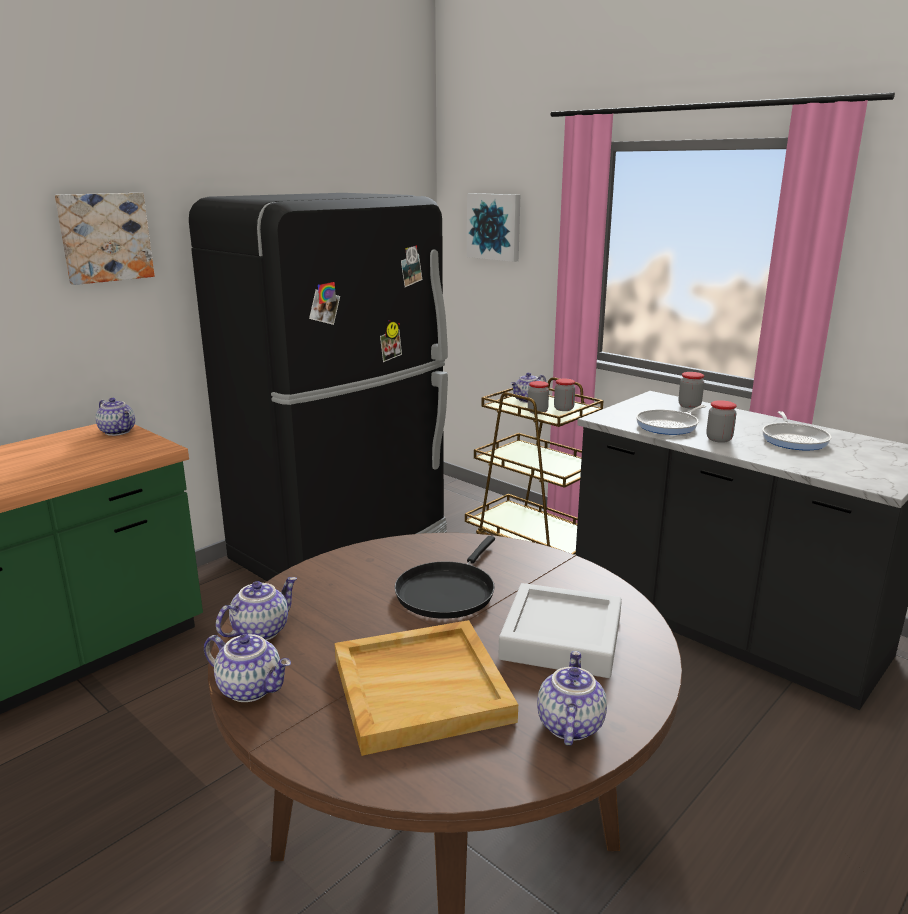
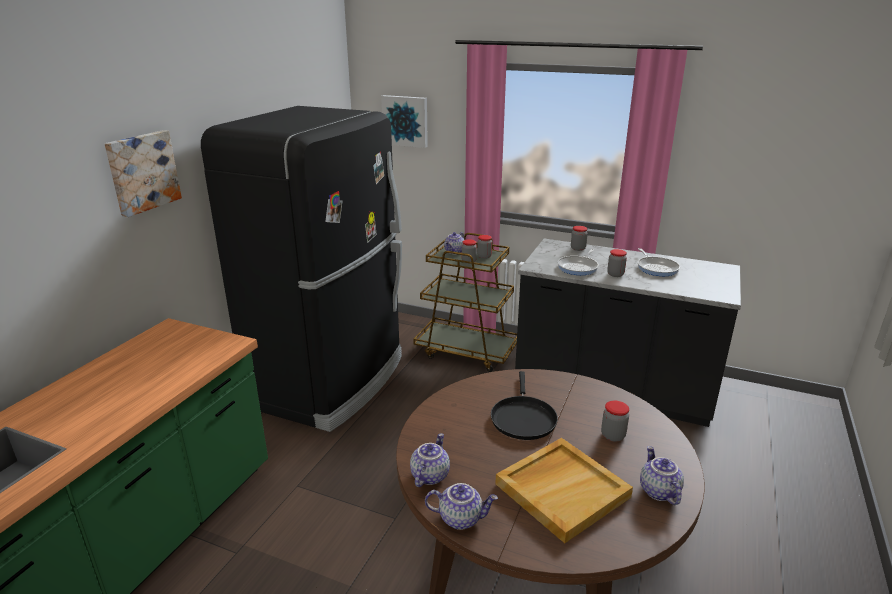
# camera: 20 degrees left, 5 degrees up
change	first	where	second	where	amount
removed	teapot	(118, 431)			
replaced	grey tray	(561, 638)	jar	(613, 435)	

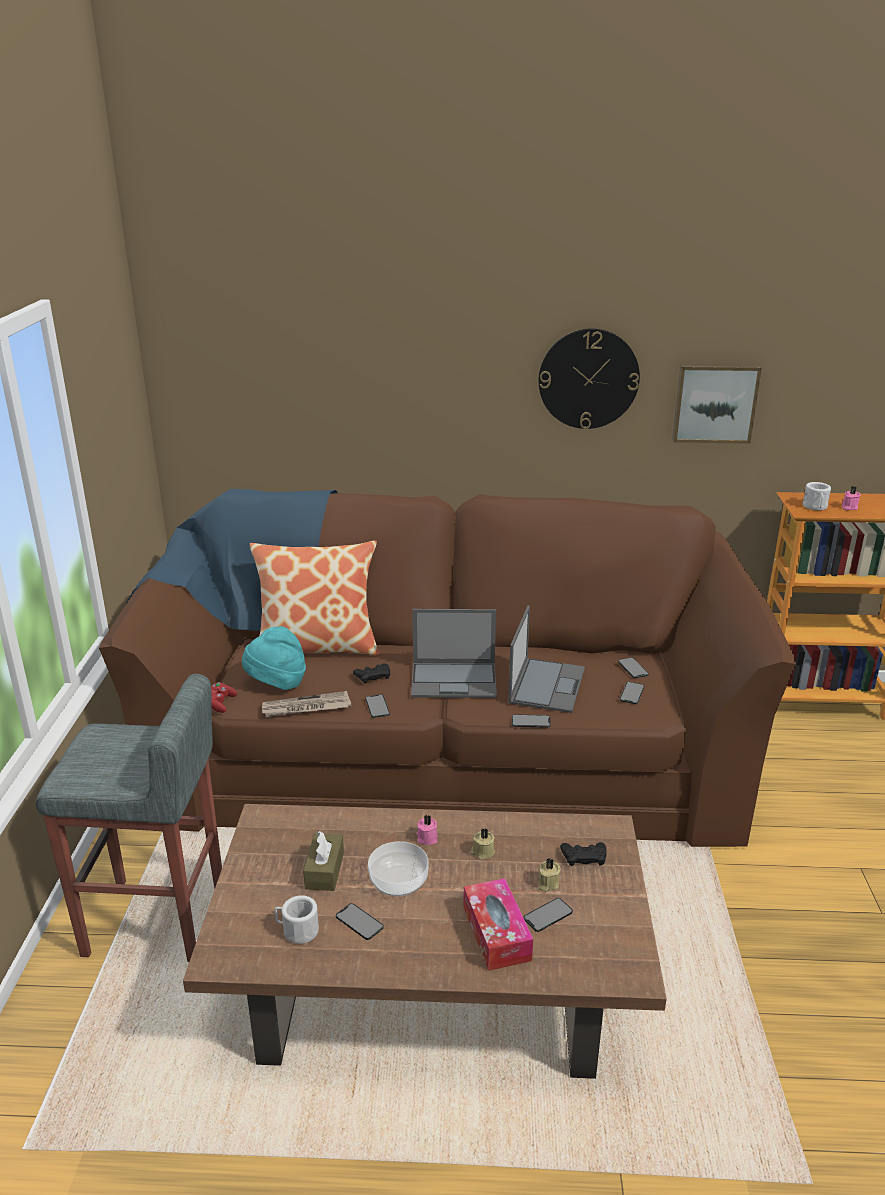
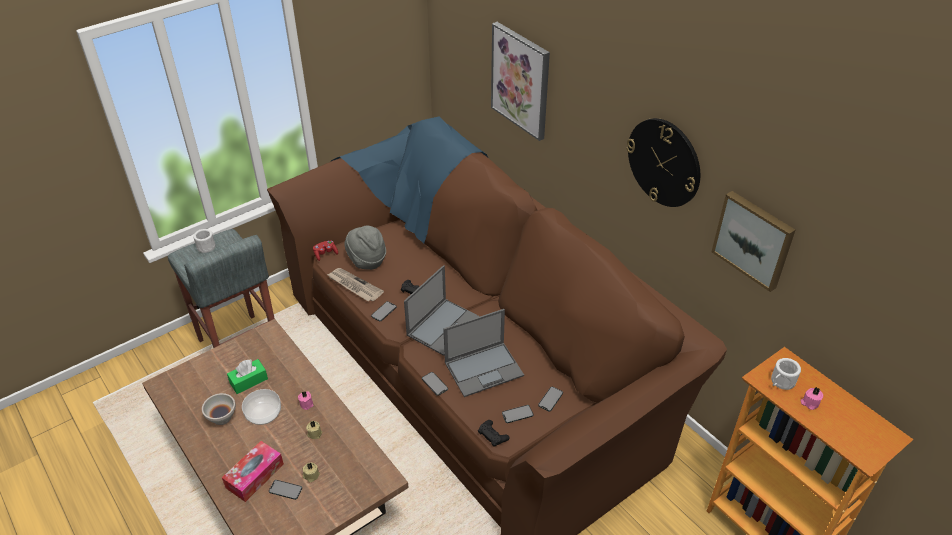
# camera: 50 degrees right, 15 degrees up
change	first	where	second	where	amount
removed	pillow	(317, 646)			
added			picture	(521, 80)	
moved	white mug	(297, 930)		(205, 245)	
moved	black game controller	(584, 856)		(493, 435)	
replaced	phone	(359, 922)	white bowl	(222, 417)	
recoloured	turquoise hat	(276, 684)	grey hat	(366, 260)	
recoloured	brown tissue box	(324, 870)	green tissue box	(248, 381)	
turned	laptop	(455, 680)		(444, 326)	105 degrees counterclockwise

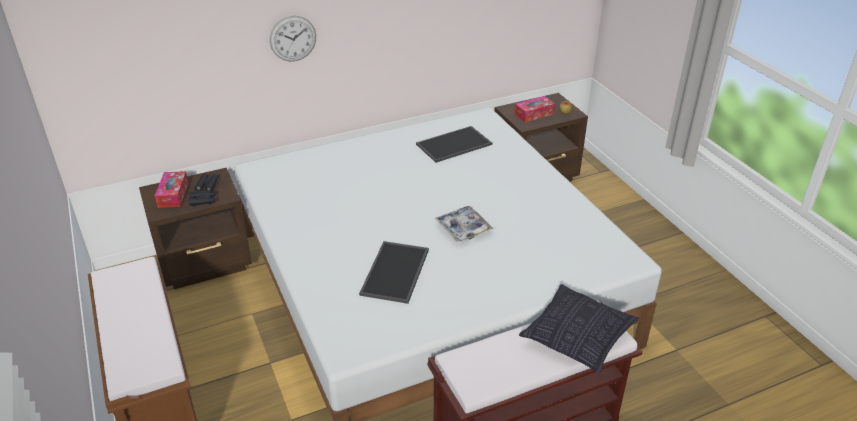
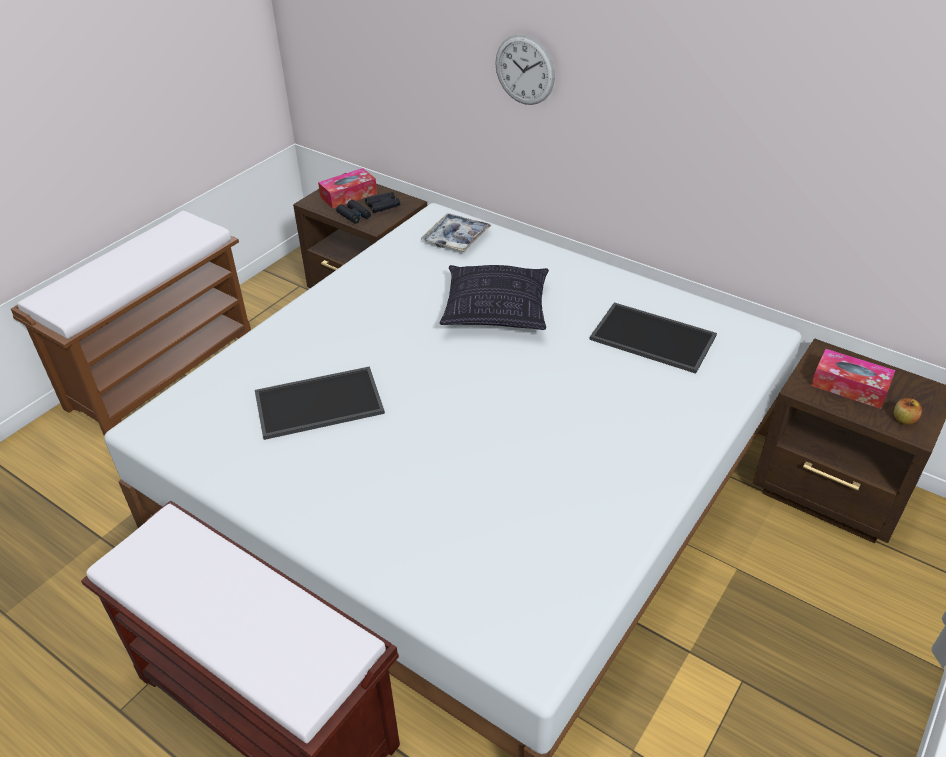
# camera: 60 degrees right, 5 degrees up
change	first	where	second	where	amount
moved	tray	(463, 228)		(456, 238)	
moved	pillow	(577, 338)		(495, 311)	

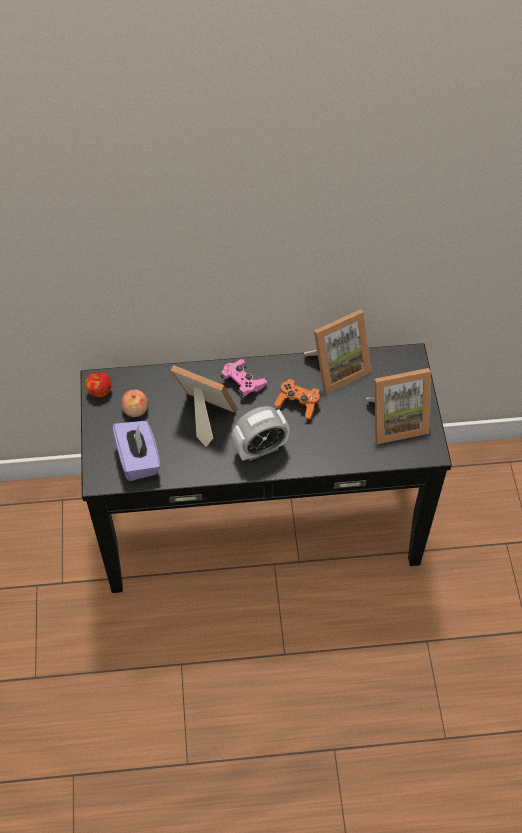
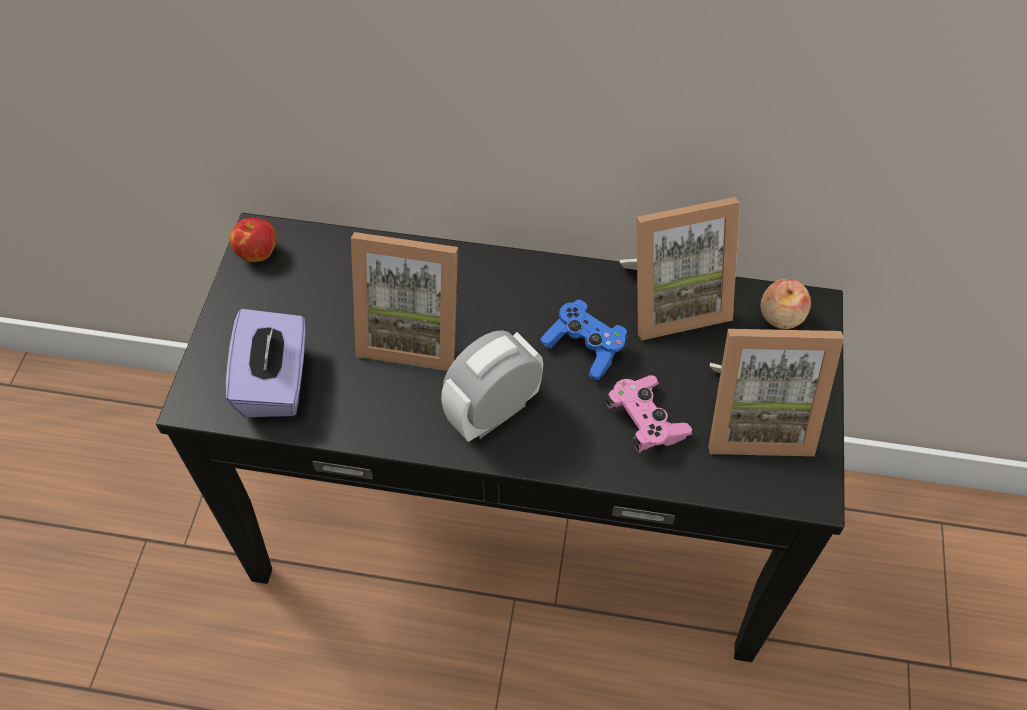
# camera: 15 degrees right, 0 degrees up
change	first	where	second	where	amount
moved	apple	(135, 409)		(781, 315)	
moved	pink game controller	(243, 382)		(645, 421)	
recoloured	orange game controller	(297, 403)	blue game controller	(585, 347)	
turned	picture frame	(203, 416)		(413, 332)	150 degrees clockwise
turned	alarm clock	(260, 449)		(494, 413)	150 degrees clockwise

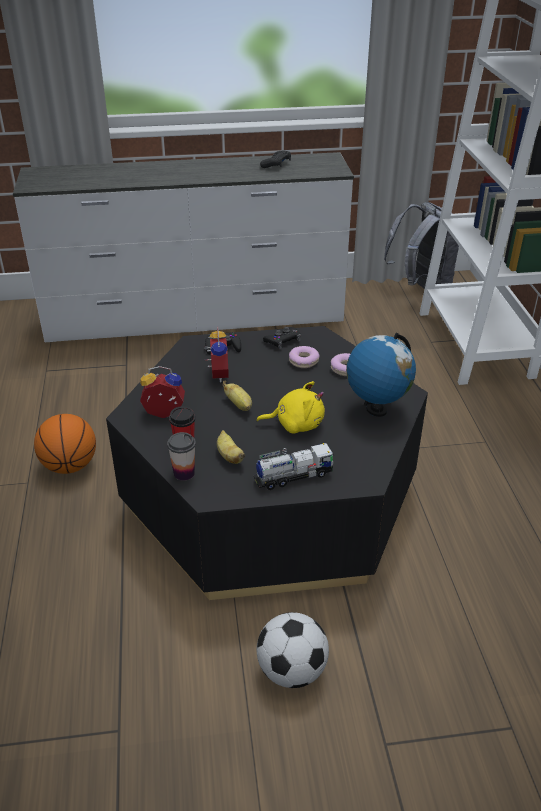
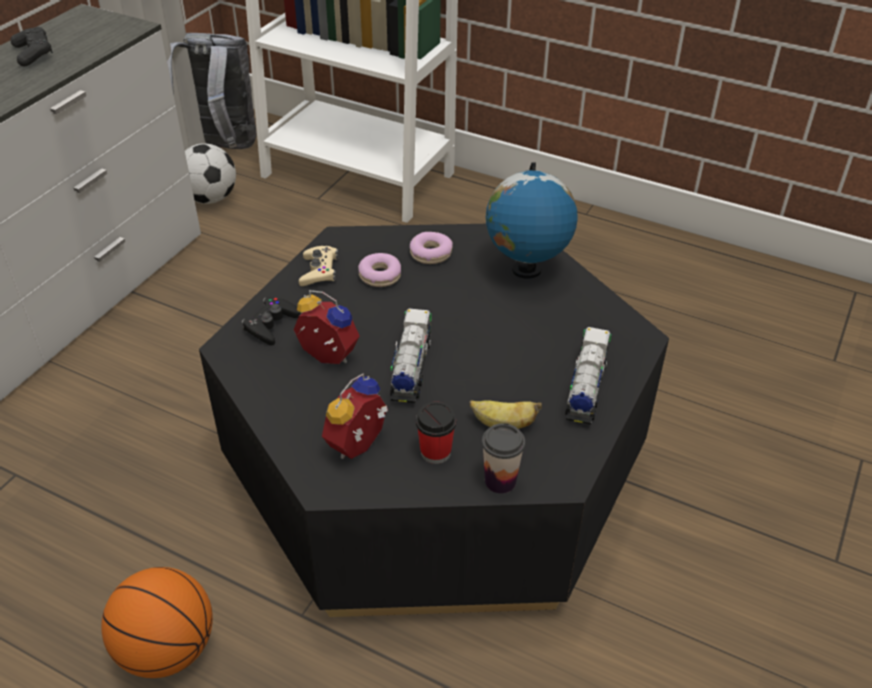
# camera: 55 degrees left, 5 degrees up
change	first	where	second	where	amount
removed	yellow plush toy	(296, 424)			
moved	football	(292, 670)		(210, 198)	
replaced	banana	(239, 405)	toy truck	(411, 369)	
recoloured	black game controller	(283, 341)	beige game controller	(319, 271)	

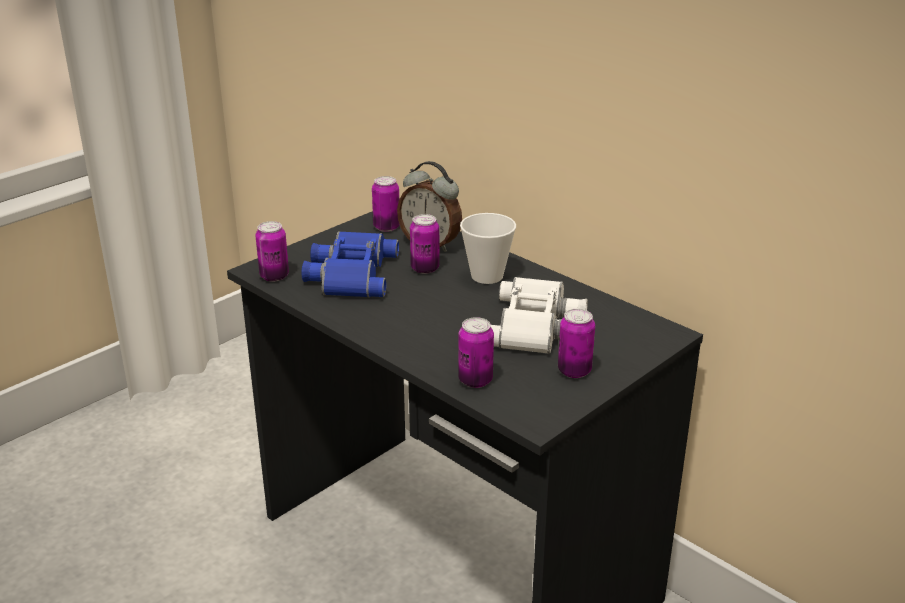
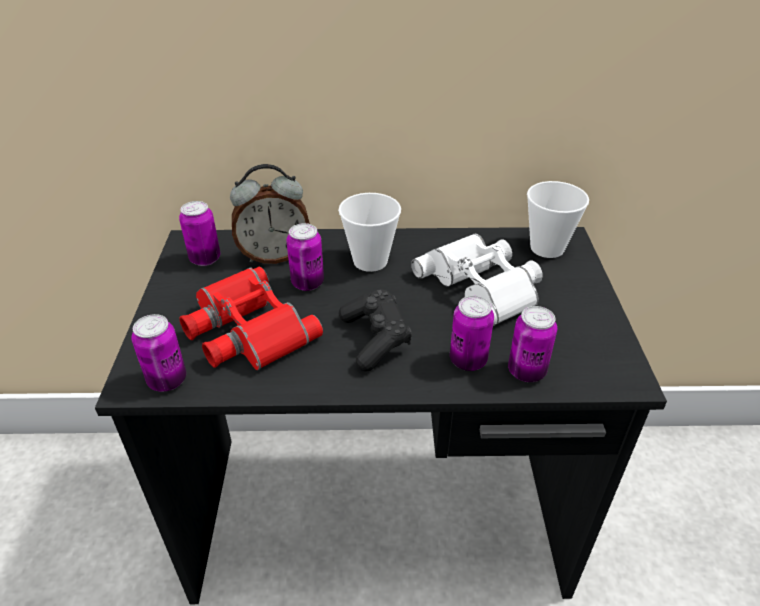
# camera: 45 degrees left, 10 degrees up
change	first	where	second	where	amount
added			black game controller	(375, 339)	
added			cup	(547, 248)	
moved	can	(574, 371)		(468, 360)	
recoloured	blue binoculars	(349, 274)	red binoculars	(245, 329)	

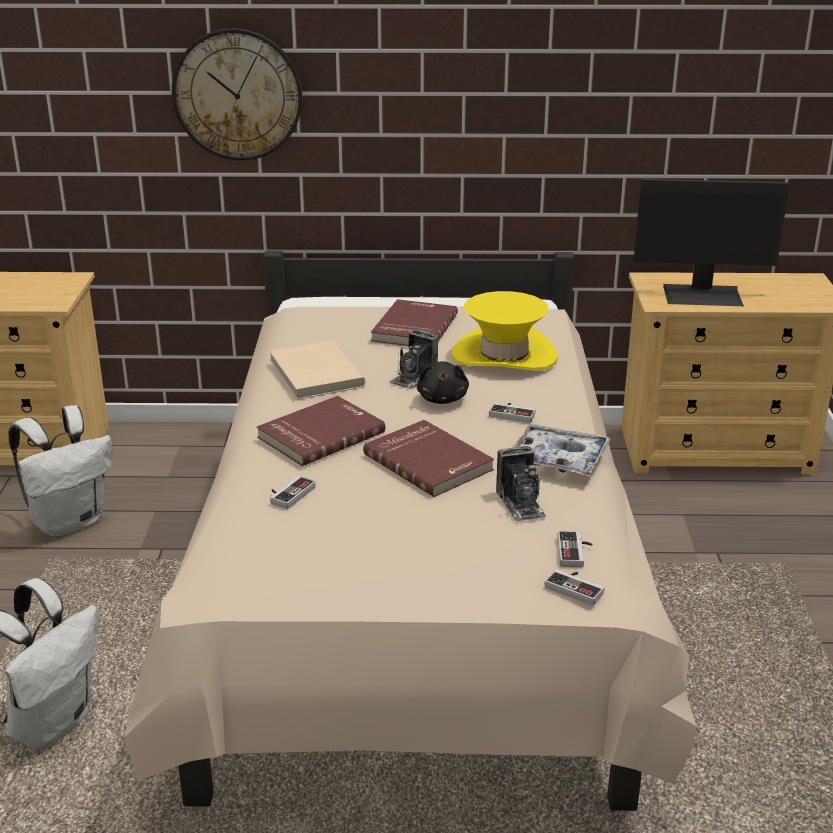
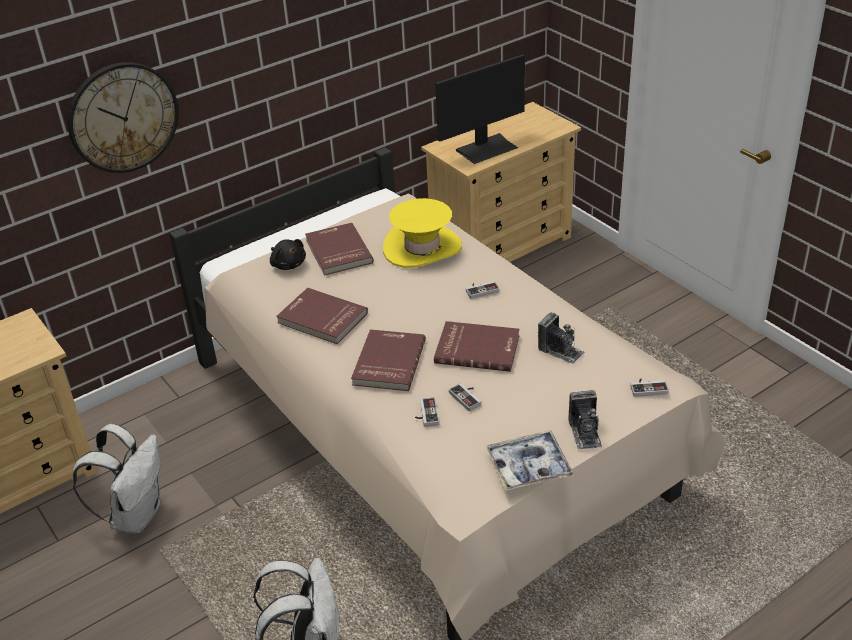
# camera: 35 degrees left, 10 degrees up
change	first	where	second	where	amount
moved	photo camera	(413, 377)		(585, 432)	
moved	black plush toy	(442, 399)		(288, 264)	
moved	tray	(558, 459)		(529, 467)	
moved	game controller	(575, 552)		(467, 397)	
recoloured	beige book	(314, 374)	red book	(321, 319)	

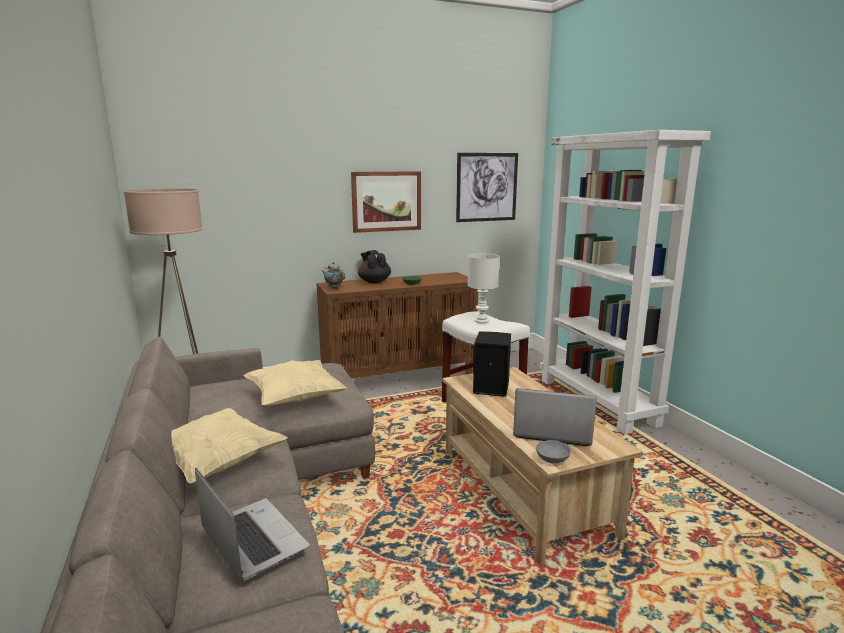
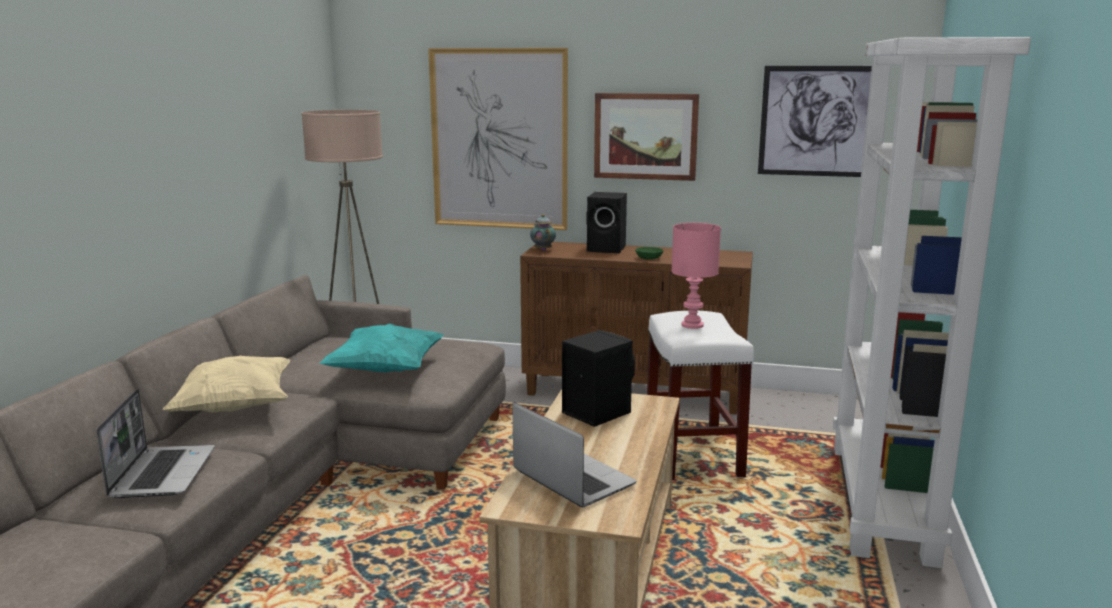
# camera: 35 degrees right, 0 degrees up
change	first	where	second	where	amount
removed	grey bowl	(551, 458)			
added			picture	(499, 139)	
replaced	black teapot	(374, 282)	black speaker	(608, 249)	
recoloured	beige pillow	(295, 399)	turquoise pillow	(385, 370)	
recoloured	white table lamp	(481, 321)	pink table lamp	(692, 325)	

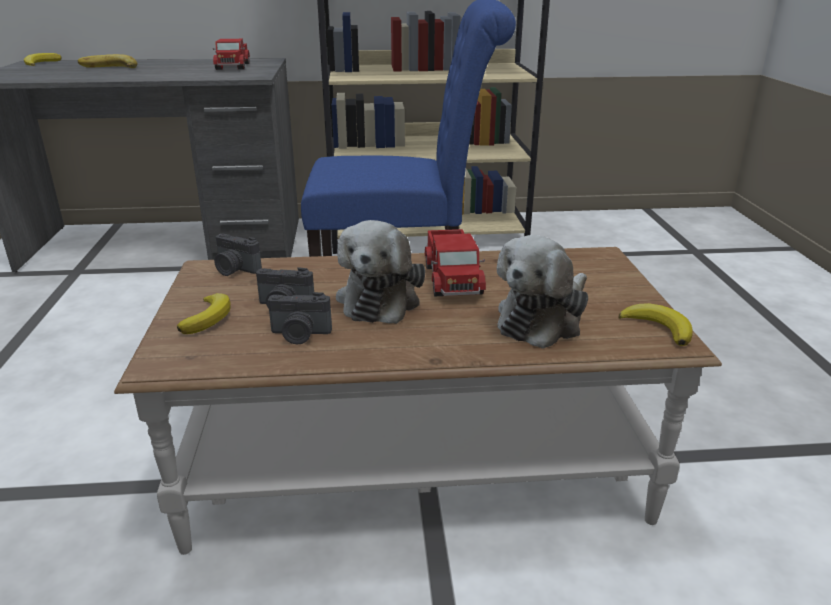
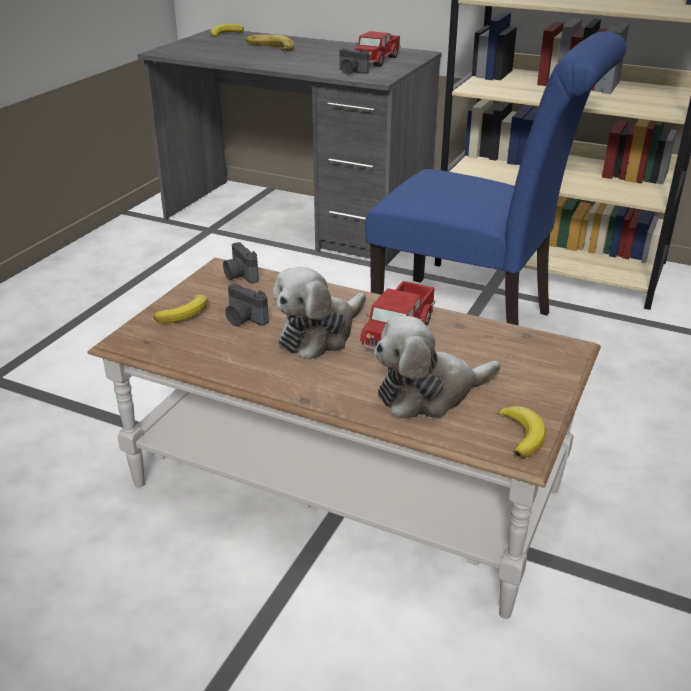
# camera: 30 degrees right, 5 degrees up
change	first	where	second	where	amount
moved	photo camera	(300, 335)		(351, 72)	

